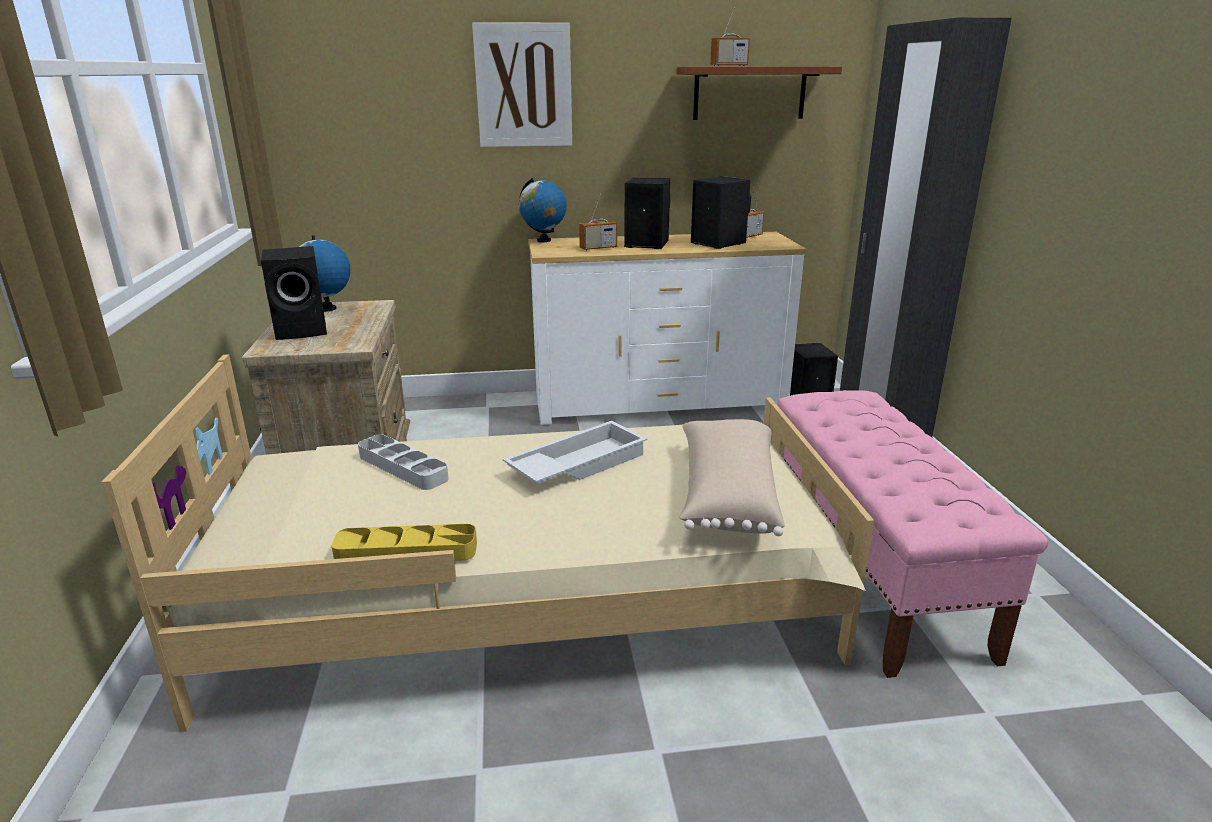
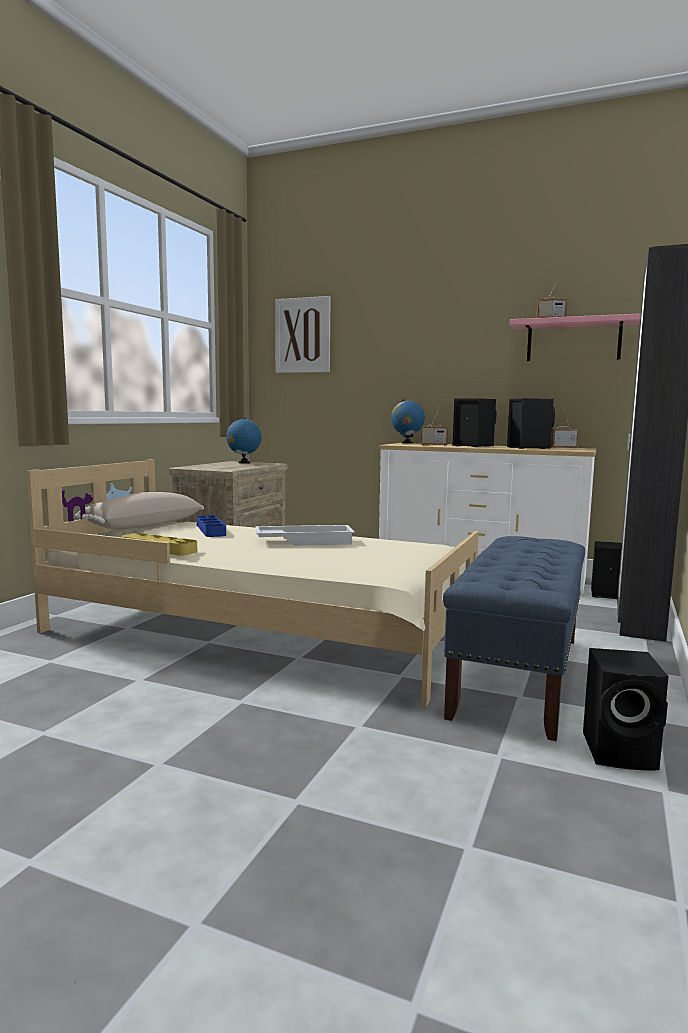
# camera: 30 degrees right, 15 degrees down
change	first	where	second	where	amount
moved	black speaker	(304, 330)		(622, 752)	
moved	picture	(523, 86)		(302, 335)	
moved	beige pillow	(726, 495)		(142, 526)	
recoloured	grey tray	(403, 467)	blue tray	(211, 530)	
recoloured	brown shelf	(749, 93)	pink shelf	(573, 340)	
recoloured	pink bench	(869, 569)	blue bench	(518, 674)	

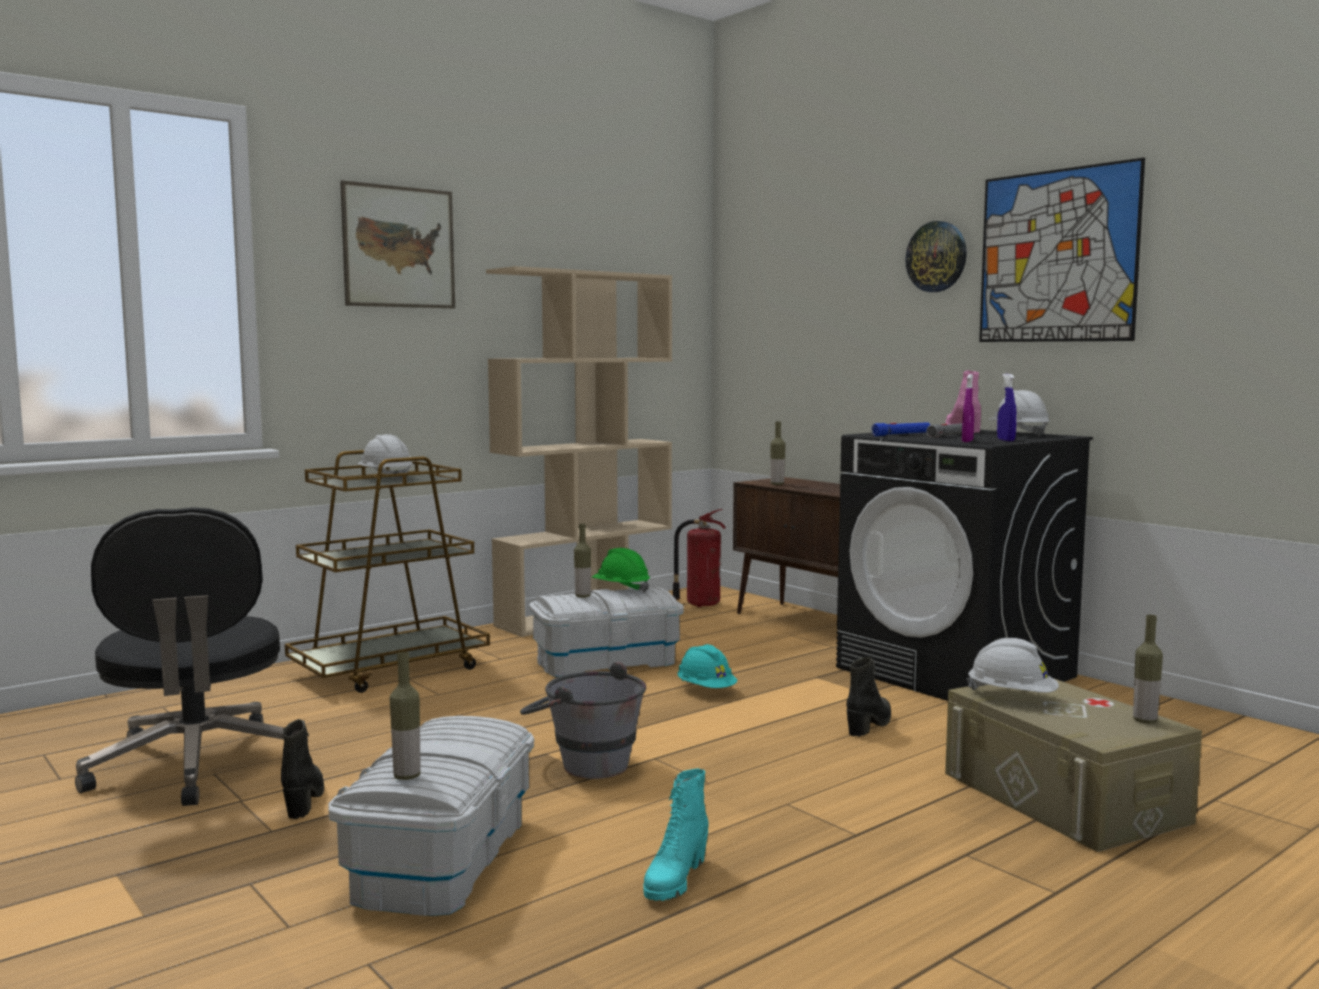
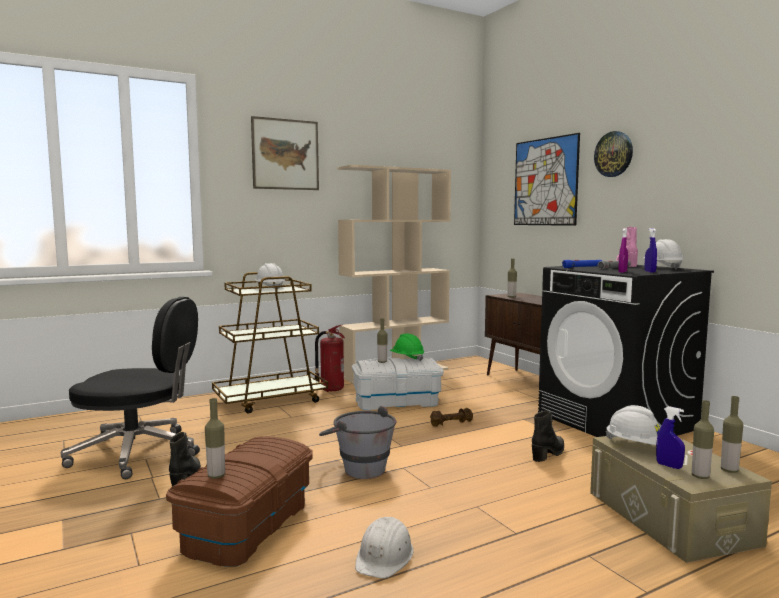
# camera: 10 degrees right, 0 degrees up
change	first	where	second	where	amount
added			blue spray bottle	(669, 466)	
added			bottle	(700, 476)	
moved	fire extinguisher	(701, 604)		(331, 389)	
moved	picture	(1057, 256)		(545, 182)	
replaced	turquoise boot	(674, 880)	white hard hat	(385, 556)	
replaced	turquoise hard hat	(706, 690)	brown dumbbell	(451, 424)	
recoloured	white storage box	(440, 858)	brown storage box	(247, 526)	
turned	black office chair	(196, 766)		(138, 453)	75 degrees counterclockwise

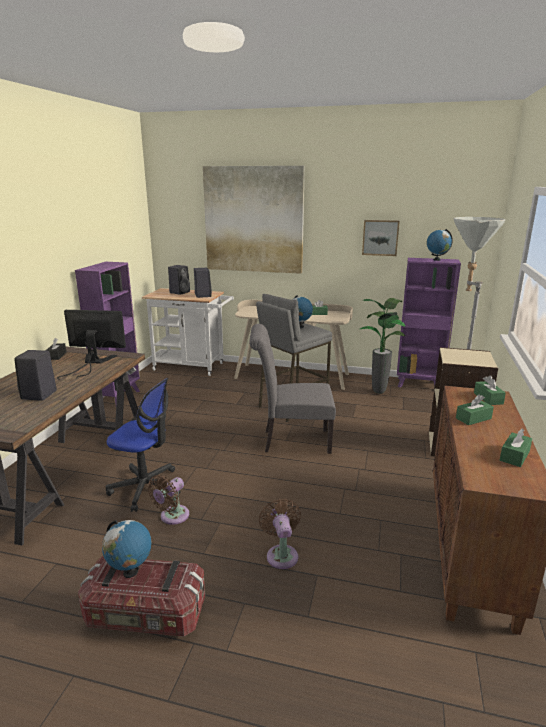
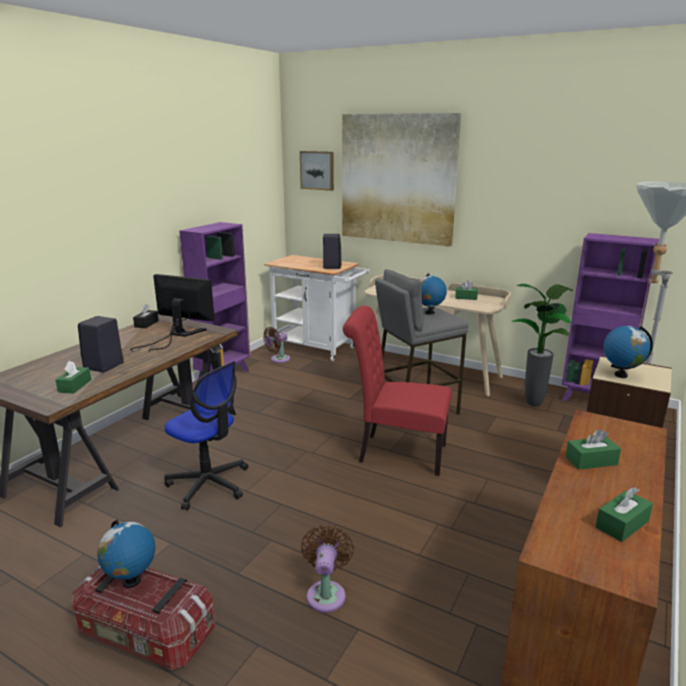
# camera: 15 degrees right, 0 degrees up
change	first	where	second	where	amount
removed	black speaker	(180, 292)			
moved	brown fan	(172, 517)		(278, 360)	
moved	picture	(380, 237)		(317, 170)	
moved	globe	(436, 260)		(620, 375)	
moved	green tissue box	(488, 398)		(75, 386)	
recoloured	grey chair	(291, 441)	red chair	(396, 453)	

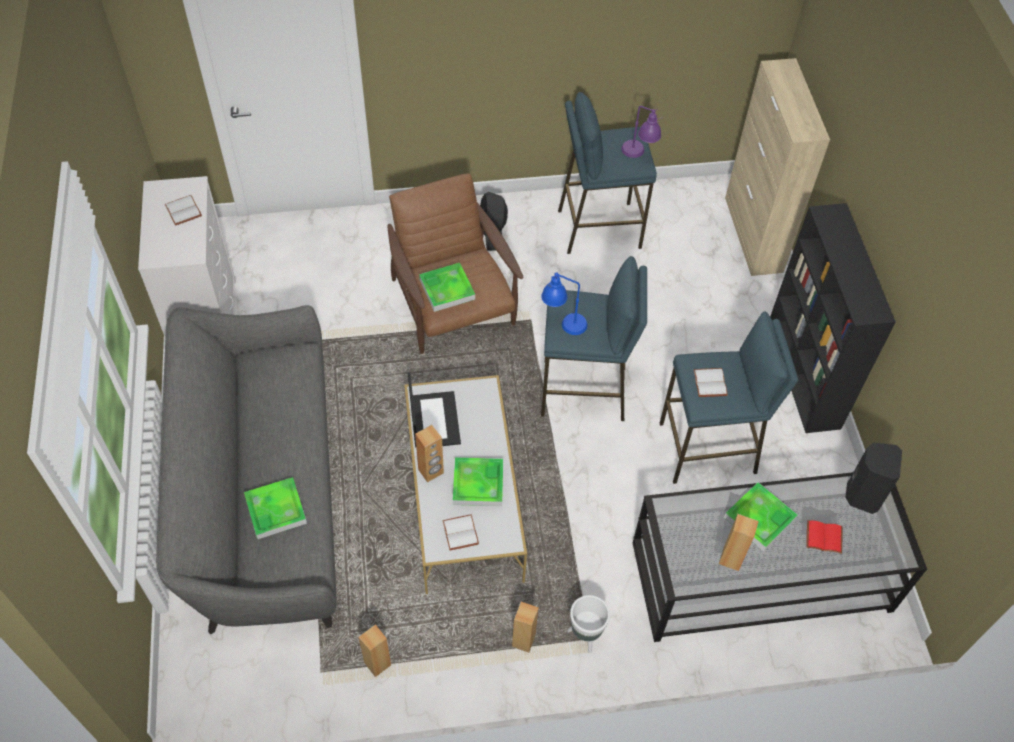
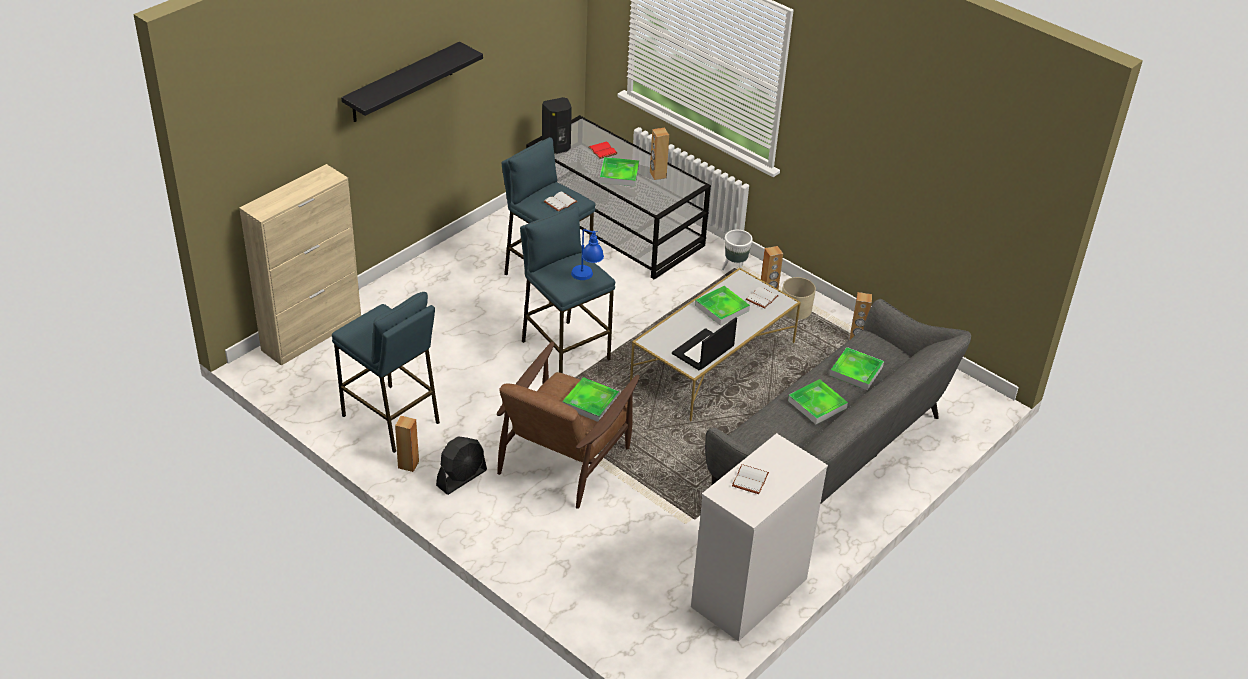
# camera: 130 degrees left, 15 degrees down
change	first	where	second	where	amount
removed	purple table lamp	(639, 155)			
removed	black bookcase	(804, 374)			
added			black shelf	(402, 82)	
added			beige planter	(796, 310)	
added			tray	(817, 404)	
moved	brown speaker	(431, 471)		(408, 464)	

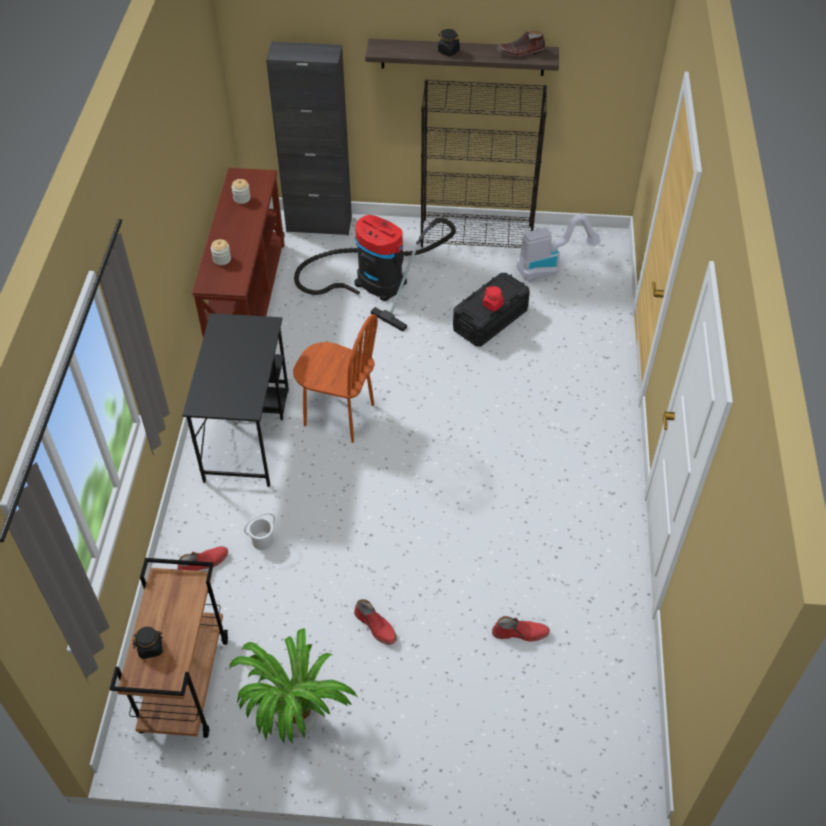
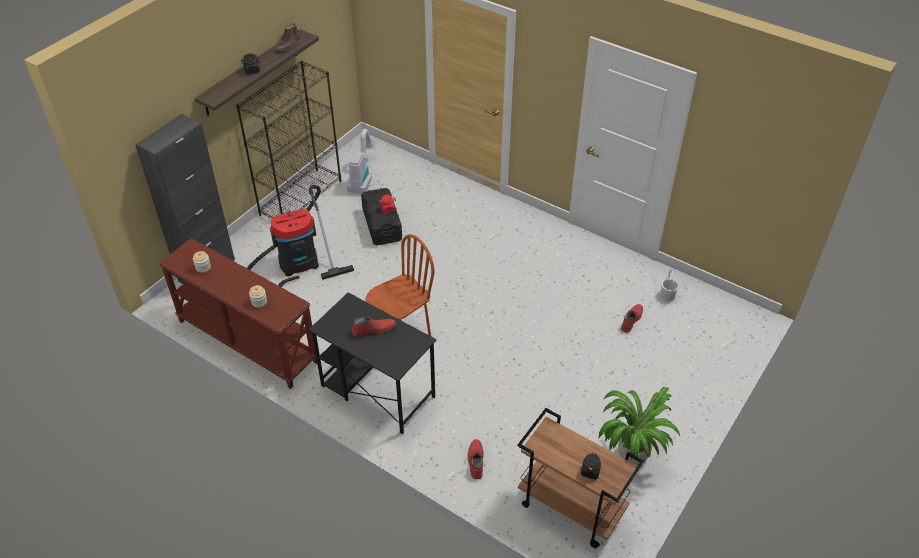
# camera: 60 degrees left, 5 degrees down
change	first	where	second	where	amount
moved	white bucket	(263, 541)		(667, 295)	
moved	red boot	(376, 626)		(373, 329)	

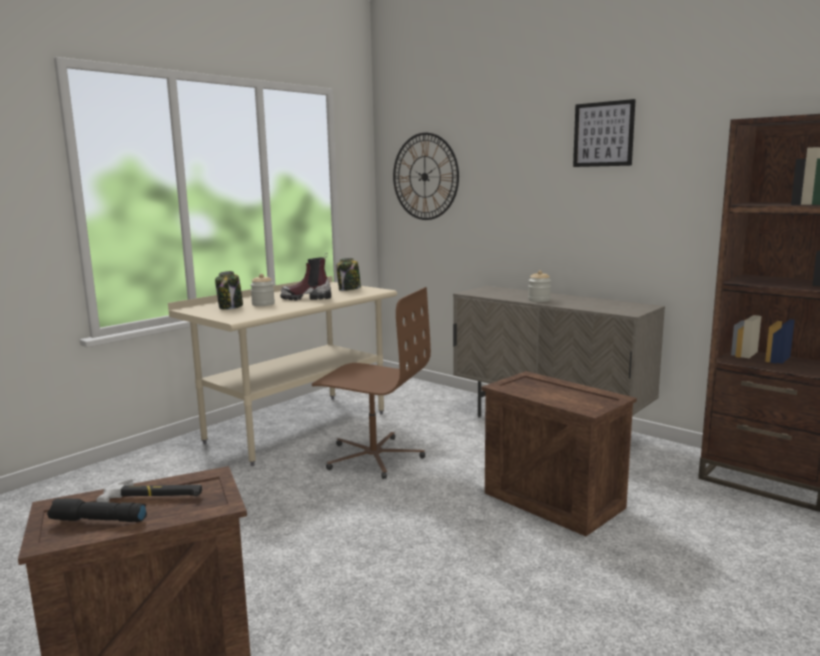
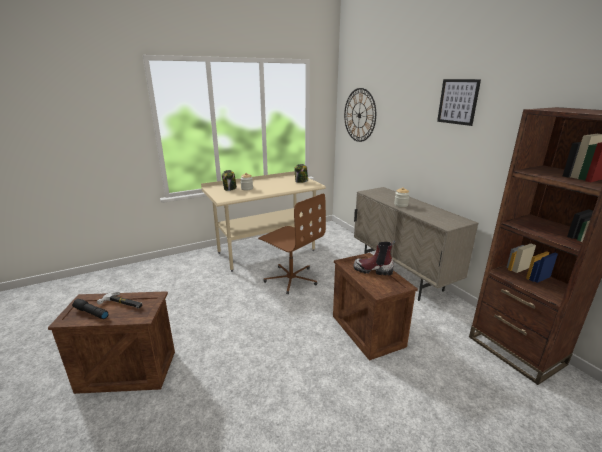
# camera: 20 degrees right, 10 degrees up
change	first	where	second	where	amount
moved	boot	(306, 298)		(373, 270)	

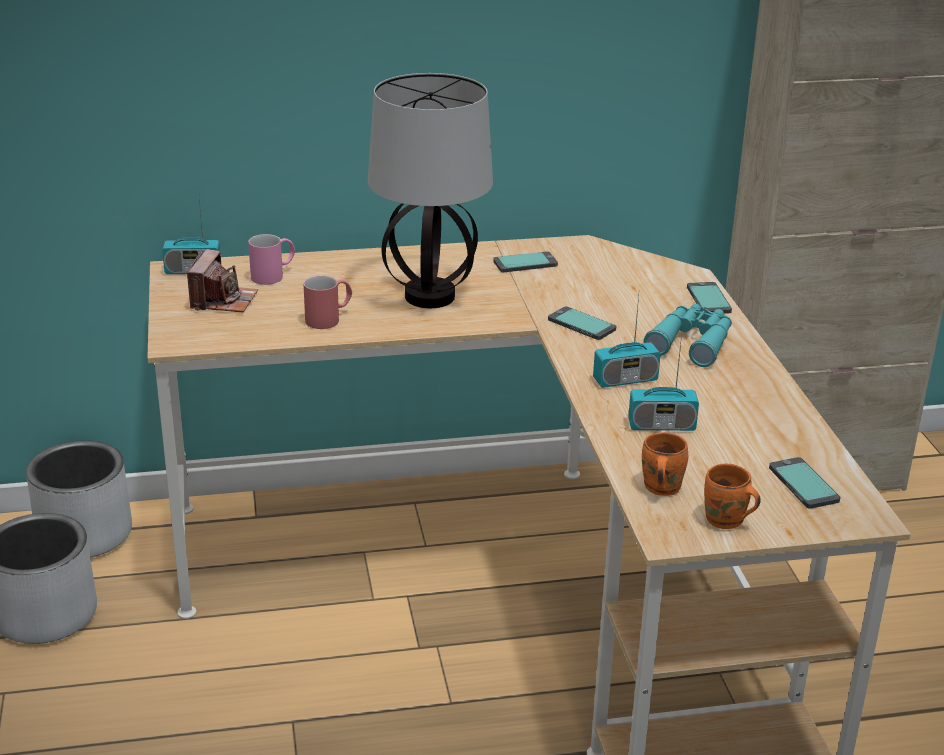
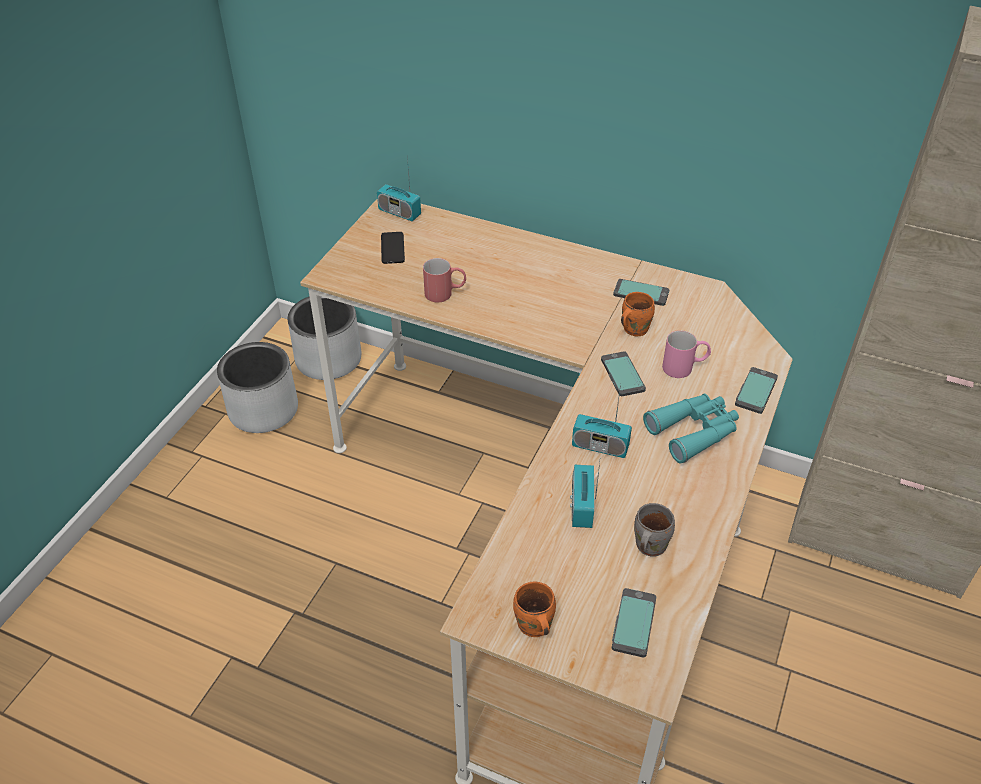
# camera: 35 degrees right, 15 degrees up
change	first	where	second	where	amount
removed	table lamp	(431, 296)			
added			grey mug	(648, 546)	
moved	pink mug	(274, 275)		(684, 367)	
moved	orange mug	(659, 488)		(633, 329)	
replaced	photo camera	(223, 300)	phone	(392, 248)	
turned	radio	(661, 425)		(581, 506)	60 degrees clockwise

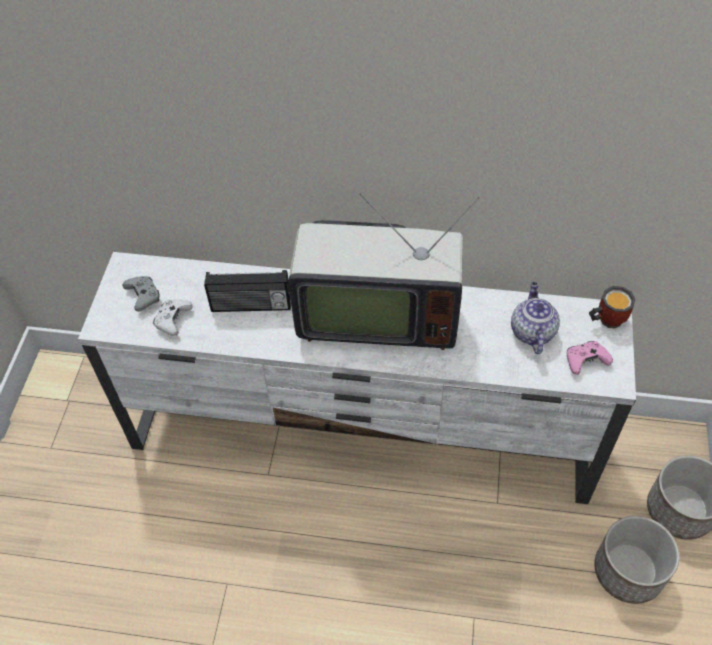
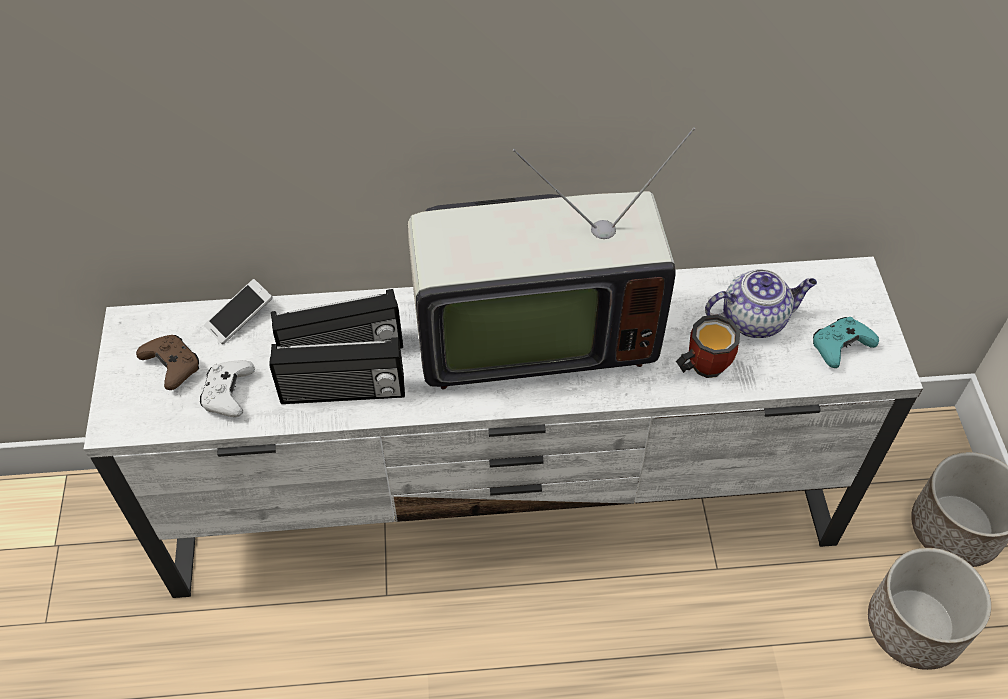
# camera: 15 degrees left, 0 degrees up
change	first	where	second	where	amount
added			phone	(240, 318)	
added			radio	(343, 393)	
moved	mug	(606, 319)		(701, 365)	
recoloured	grey game controller	(143, 296)	brown game controller	(173, 366)	
recoloured	pink game controller	(585, 361)	turquoise game controller	(839, 347)	
turned	teapot	(531, 331)		(754, 319)	90 degrees clockwise

